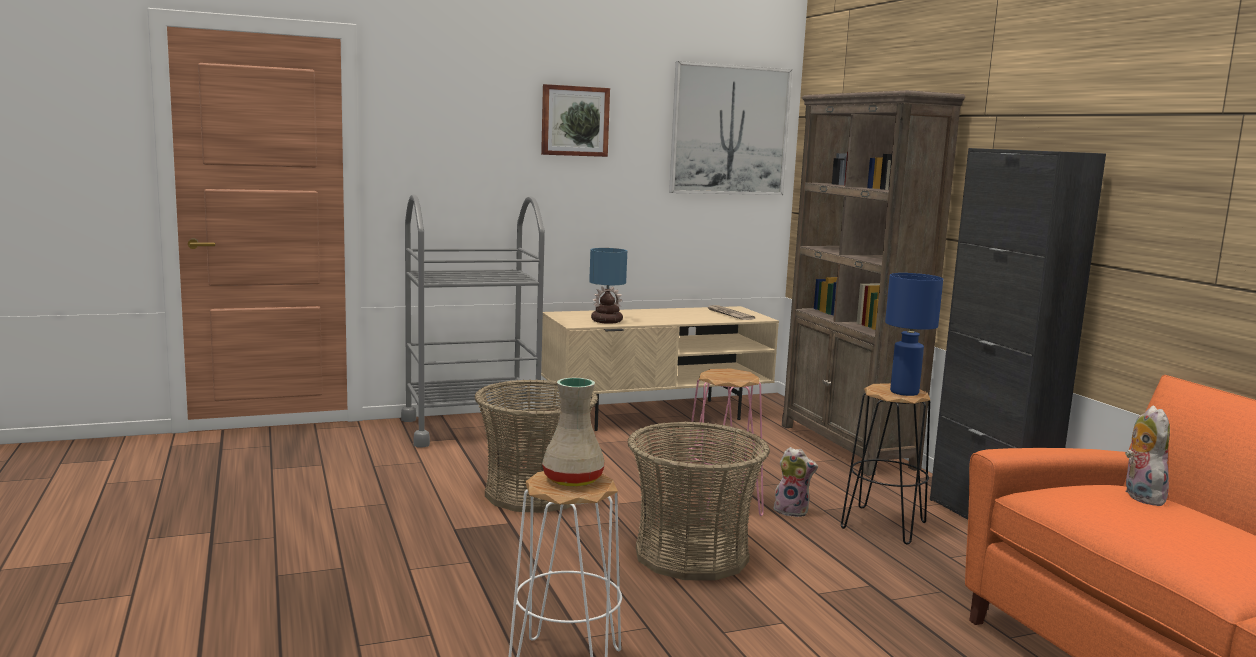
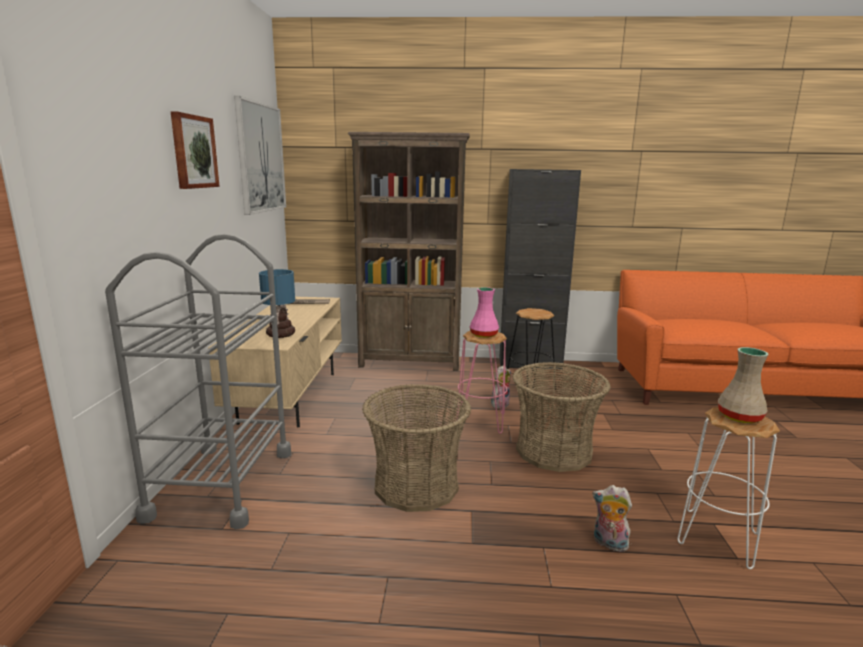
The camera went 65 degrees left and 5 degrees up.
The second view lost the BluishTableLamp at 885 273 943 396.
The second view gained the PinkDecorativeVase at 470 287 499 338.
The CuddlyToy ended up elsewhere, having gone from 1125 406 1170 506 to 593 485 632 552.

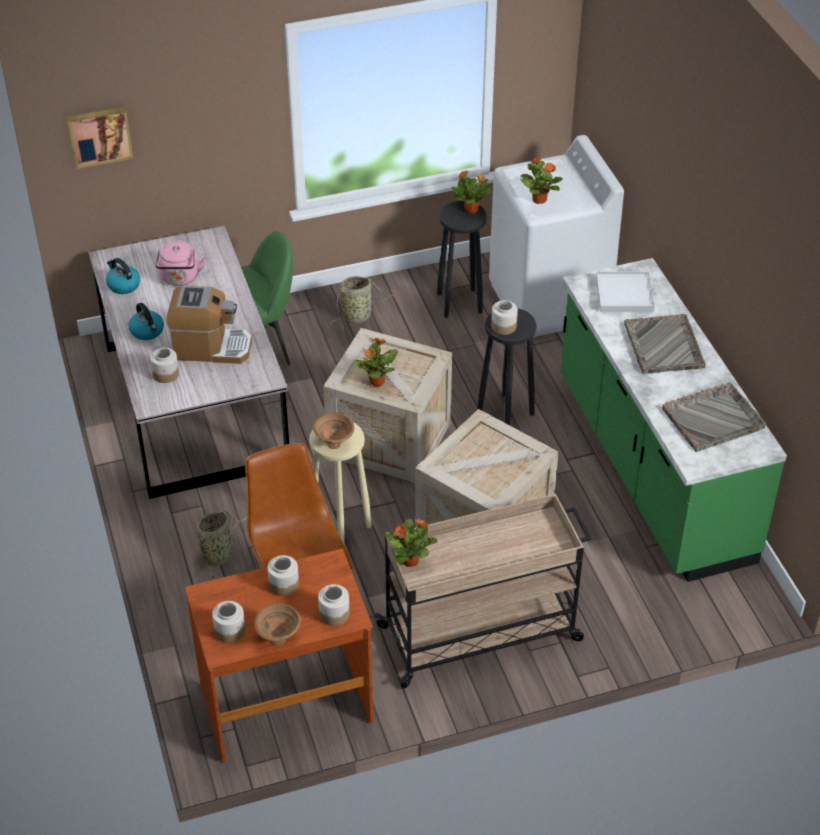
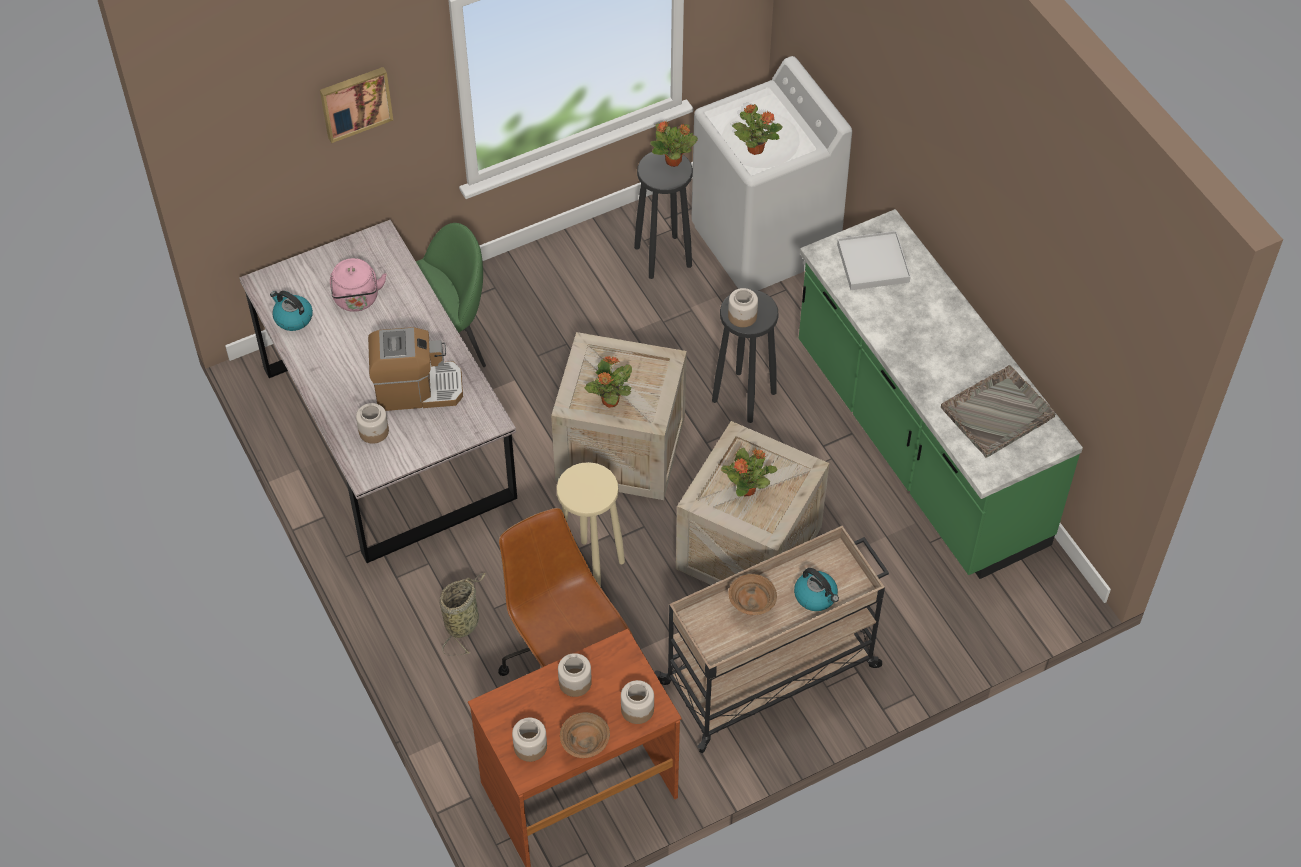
The camera went 10 degrees left and 10 degrees up.
The second view lost the StorageBasket at 330 276 394 330.
The second view lost the GrayTray at 624 314 706 374.
The WallPicture ended up elsewhere, having gone from 67 107 133 169 to 320 67 393 143.
The Kettle ended up elsewhere, having gone from 128 303 164 340 to 794 568 839 611.
The BrownishServingBowl ended up elsewhere, having gone from 313 413 354 449 to 728 574 777 615.
The PottedPlant ended up elsewhere, having gone from 384 519 437 567 to 721 448 777 497.

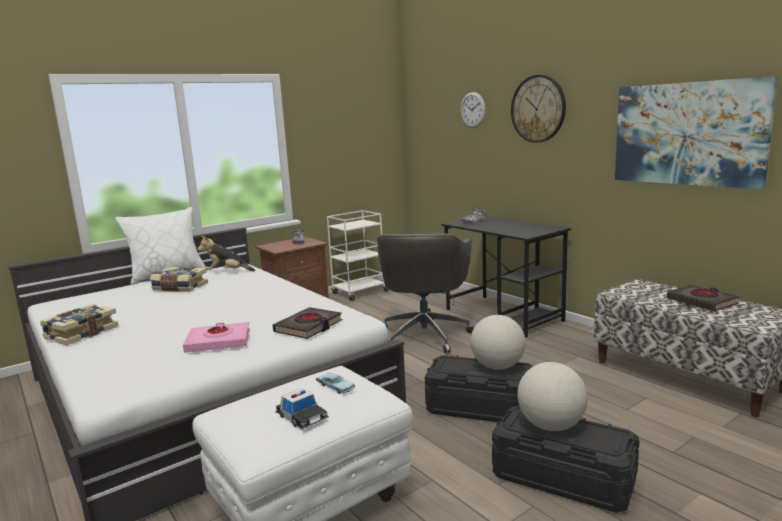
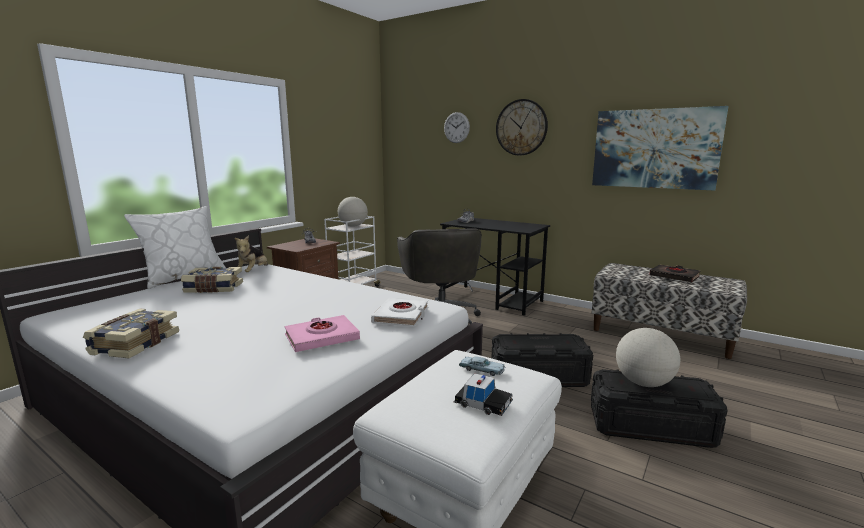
The camera went 20 degrees left and 0 degrees up.
The DeskGlobe ended up elsewhere, having gone from 470 315 526 370 to 338 197 368 227.
What was the BlackColouredBook at 273 307 342 339 turned into the WhitishBook at 371 298 429 327.
The CuddlyToy at 198 236 255 271 ended up facing another way, 60 degrees counterclockwise from before.

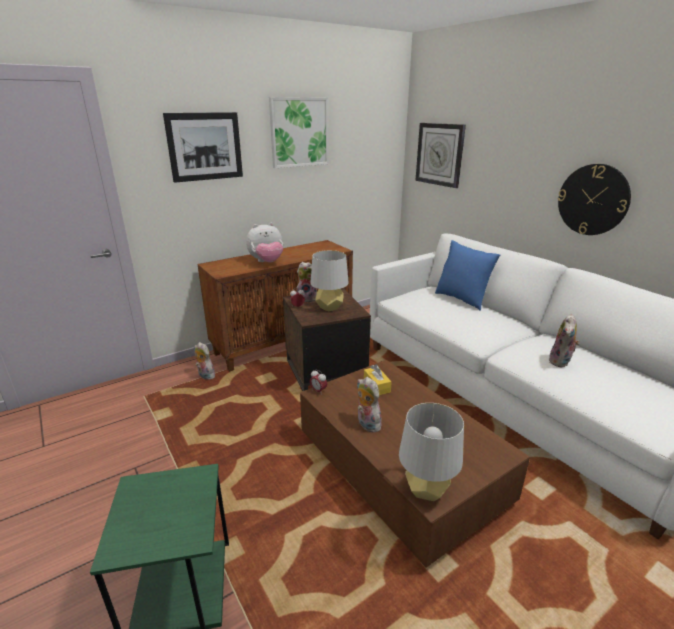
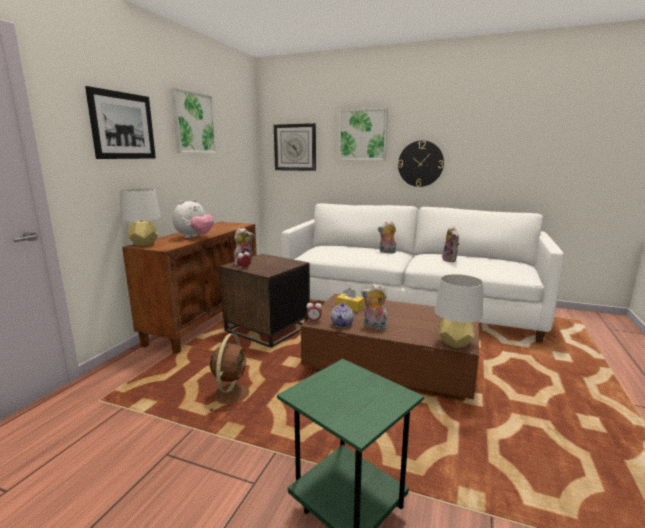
The camera went 35 degrees left and 10 degrees down.
The second view lost the BluishCushion at 435 240 500 311.
The second view gained the BrownishFan at 205 333 249 411.
The second view gained the PotForTea at 331 302 354 327.
The second view gained the WallPicture at 339 108 388 160.
The CuddlyToy ended up elsewhere, having gone from 194 342 215 380 to 378 221 396 253.
The GrayTableLamp ended up elsewhere, having gone from 310 250 349 311 to 120 189 161 246.

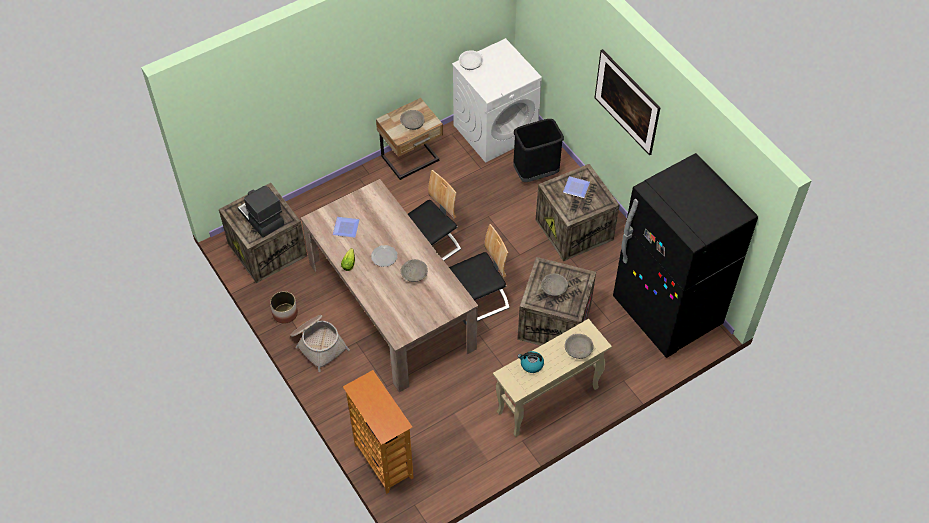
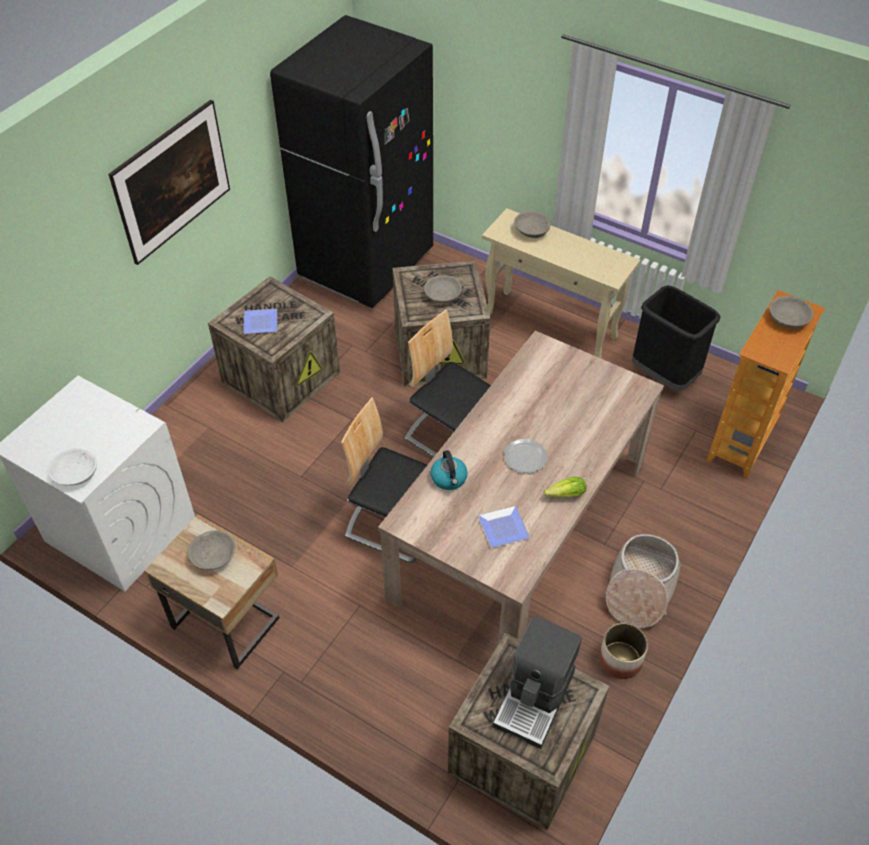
The camera went 115 degrees left and 5 degrees down.
The GrayServingBowl ended up elsewhere, having gone from 400 259 428 282 to 769 296 813 328.
The BlackColouredWasteBin ended up elsewhere, having gone from 513 119 564 182 to 632 285 720 391.
The Kettle ended up elsewhere, having gone from 518 351 544 373 to 430 450 468 490.

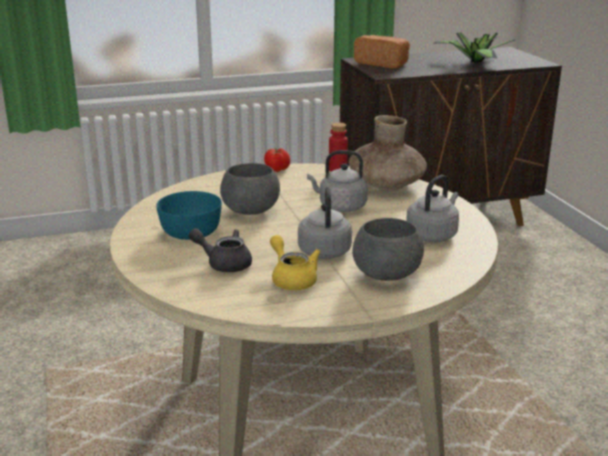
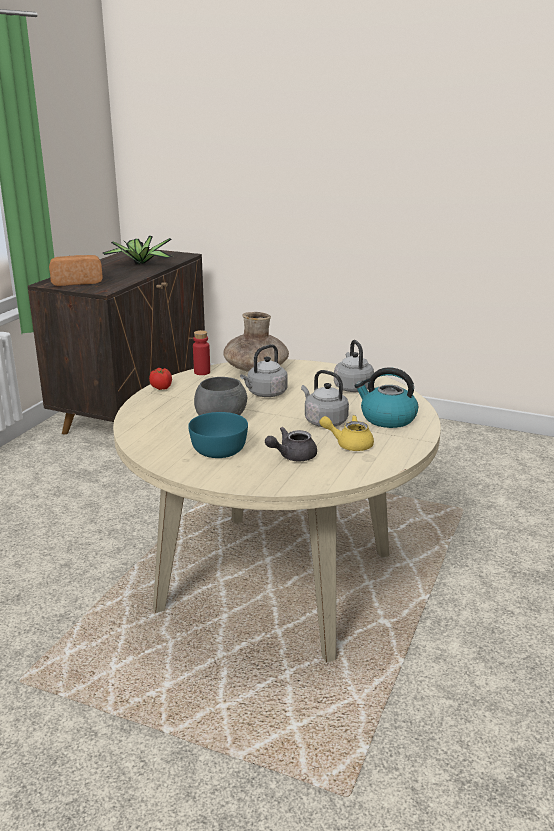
The camera went 50 degrees left and 0 degrees up.
Where the GrayServingBowl stood at 352 218 424 281, the Kettle came to stand at 354 367 418 428.

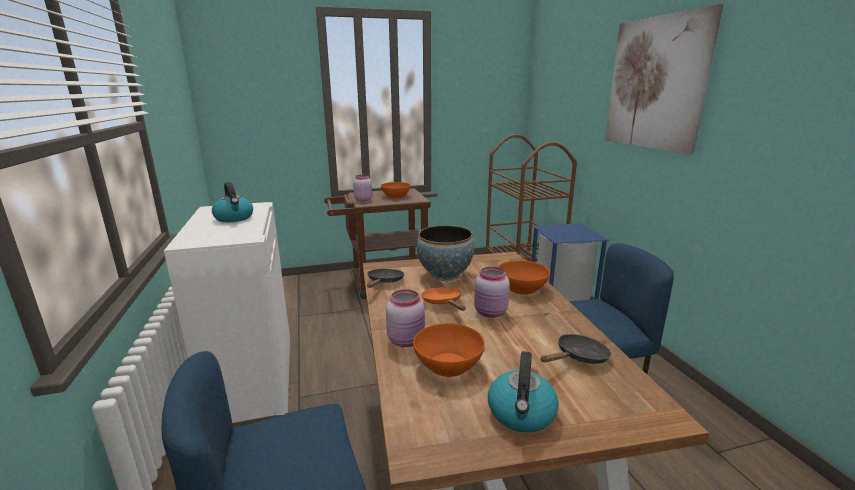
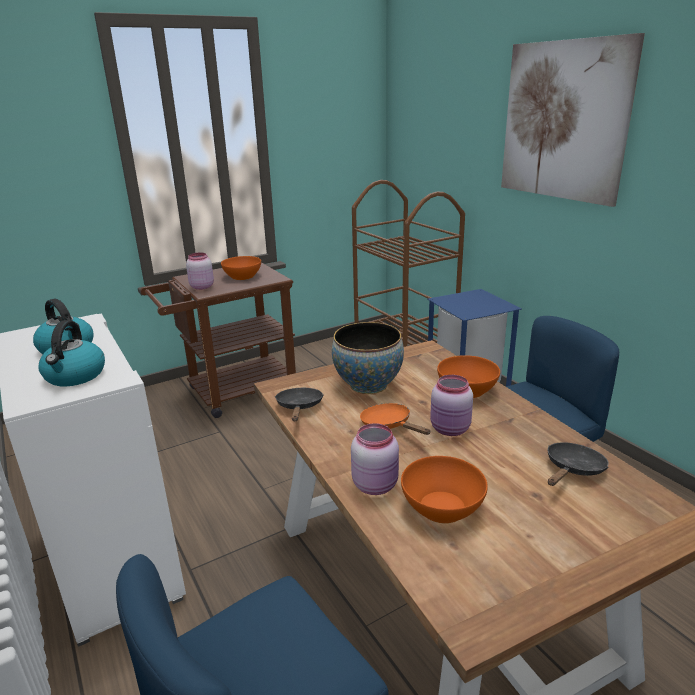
The camera went 15 degrees left and 5 degrees up.
The Kettle ended up elsewhere, having gone from 488 351 559 433 to 38 320 105 387.

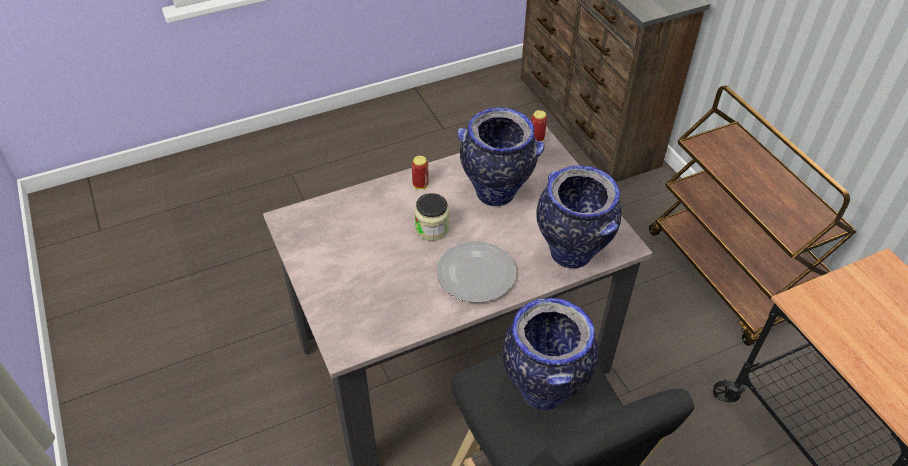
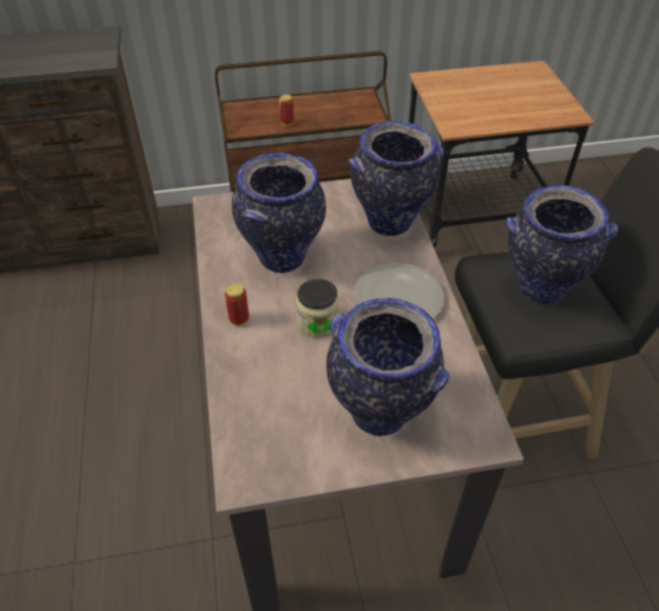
The camera went 75 degrees left and 0 degrees up.
The second view gained the DecorativeVase at 326 298 450 436.
The Can ended up elsewhere, having gone from 531 110 547 141 to 279 94 294 126.

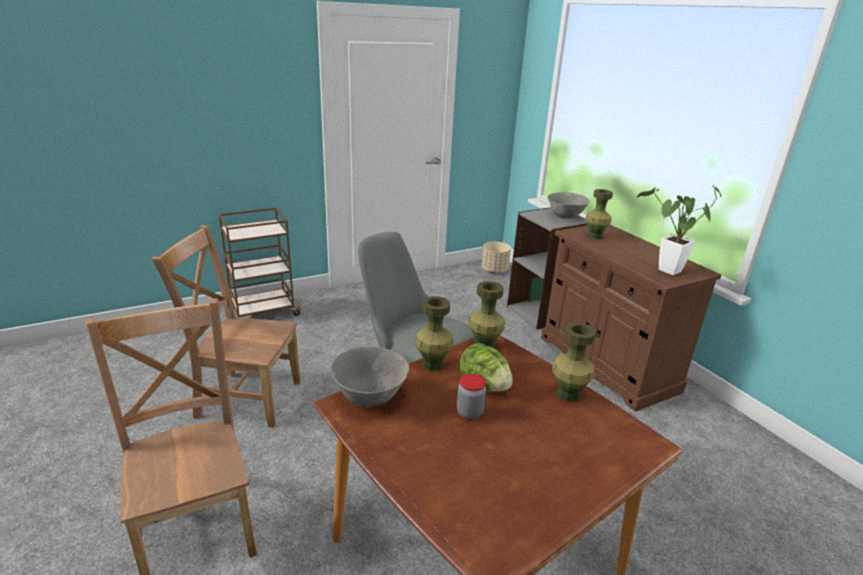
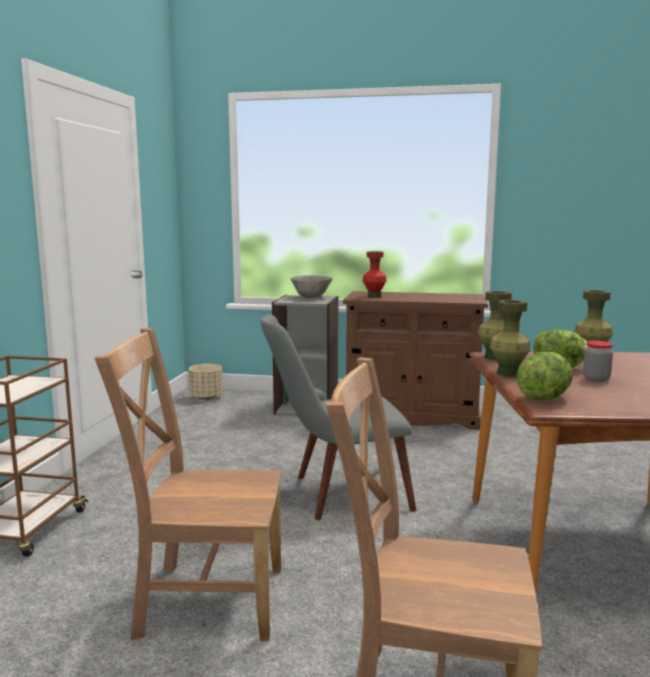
The camera went 50 degrees left and 15 degrees down.
The second view lost the PottedPlant at 636 185 722 275.
Where the GrayServingBowl stood at 330 346 409 407, the LettuceHead came to stand at 516 352 573 400.
What was the GreenDecorativeVase at 585 189 613 239 turned into the ReddishDecorativeVase at 363 251 387 298.
The BrownishChair at 152 225 300 428 ended up facing another way, 45 degrees clockwise from before.

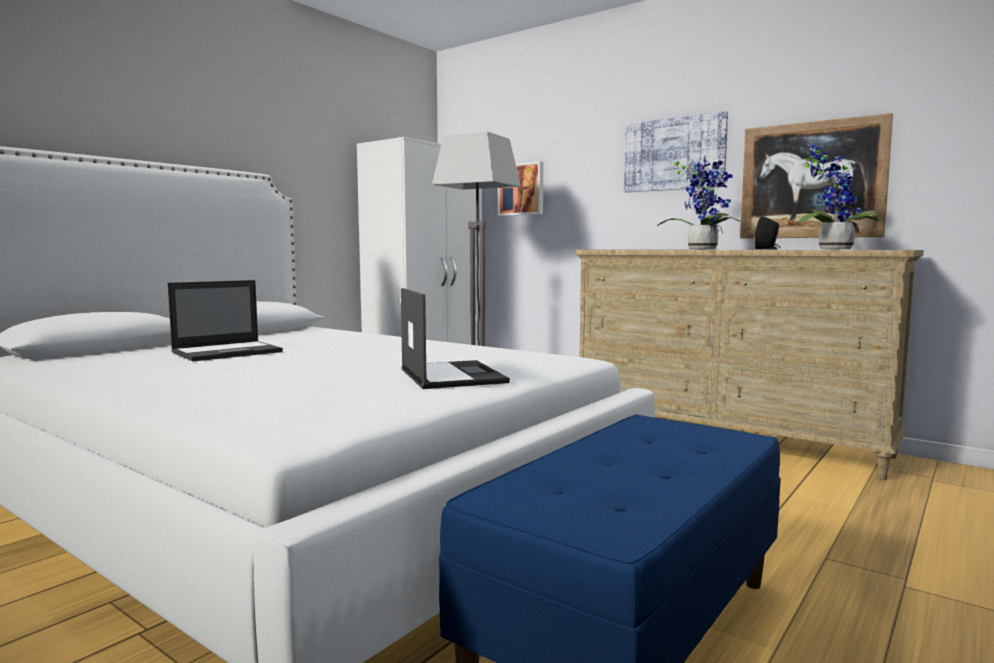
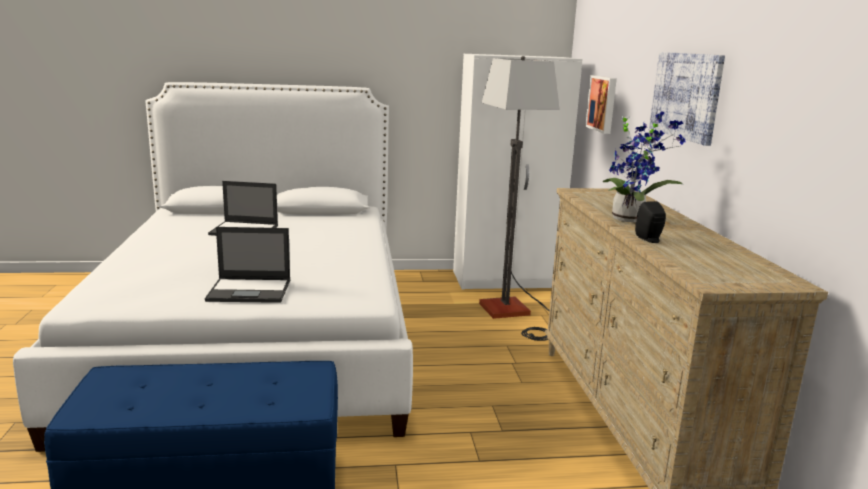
The camera went 45 degrees right and 10 degrees up.
The second view lost the WallPicture at 740 113 893 239.
The second view lost the PottedPlant at 799 145 879 250.
The PortableComputer at 401 288 510 389 ended up facing another way, 60 degrees clockwise from before.

